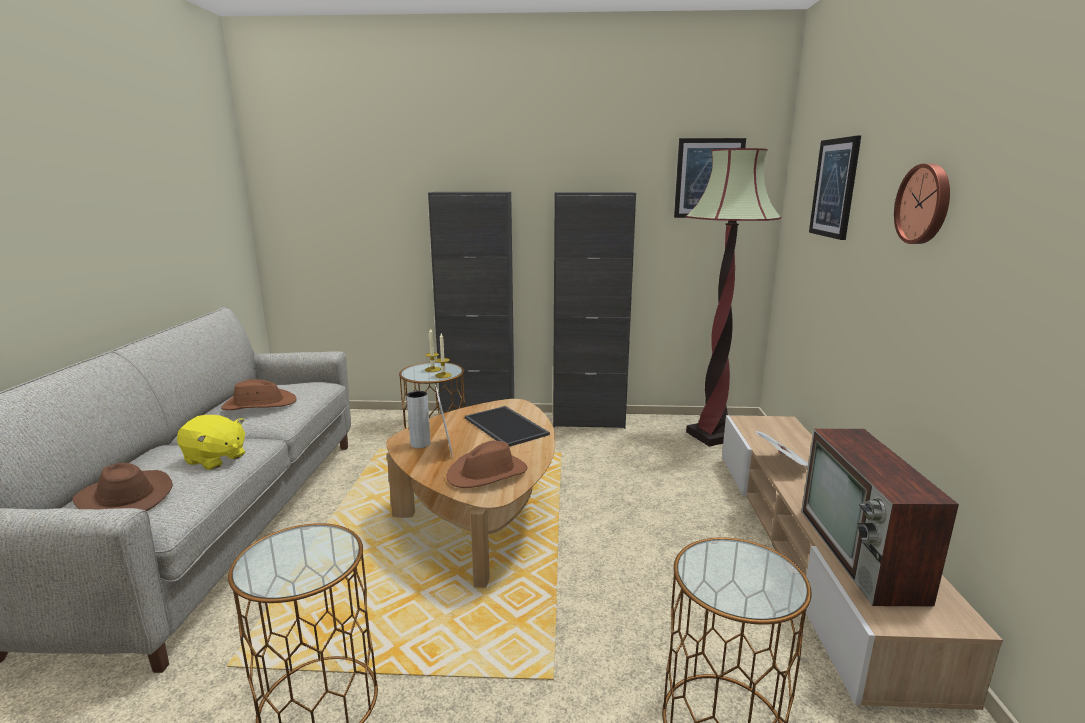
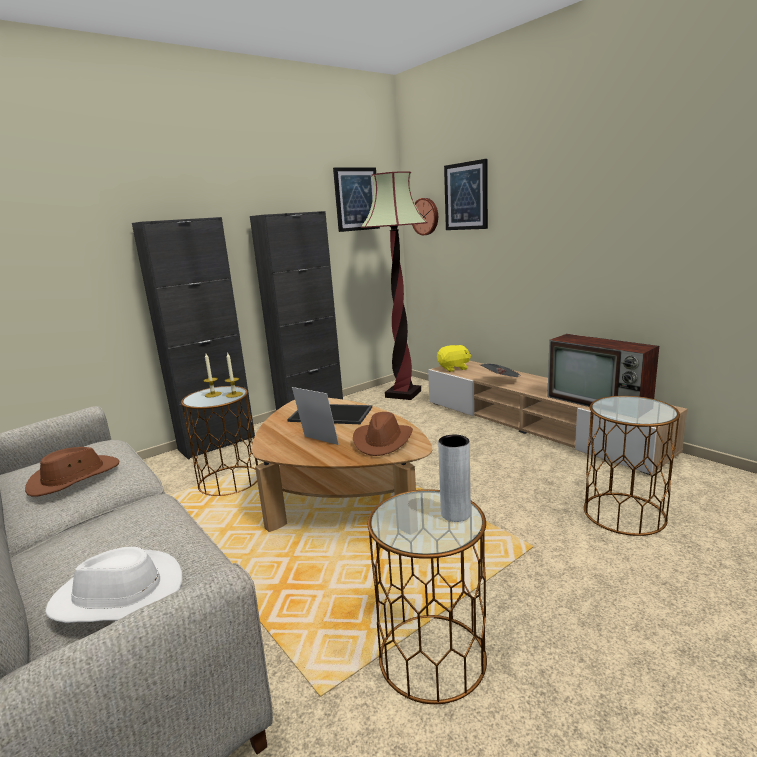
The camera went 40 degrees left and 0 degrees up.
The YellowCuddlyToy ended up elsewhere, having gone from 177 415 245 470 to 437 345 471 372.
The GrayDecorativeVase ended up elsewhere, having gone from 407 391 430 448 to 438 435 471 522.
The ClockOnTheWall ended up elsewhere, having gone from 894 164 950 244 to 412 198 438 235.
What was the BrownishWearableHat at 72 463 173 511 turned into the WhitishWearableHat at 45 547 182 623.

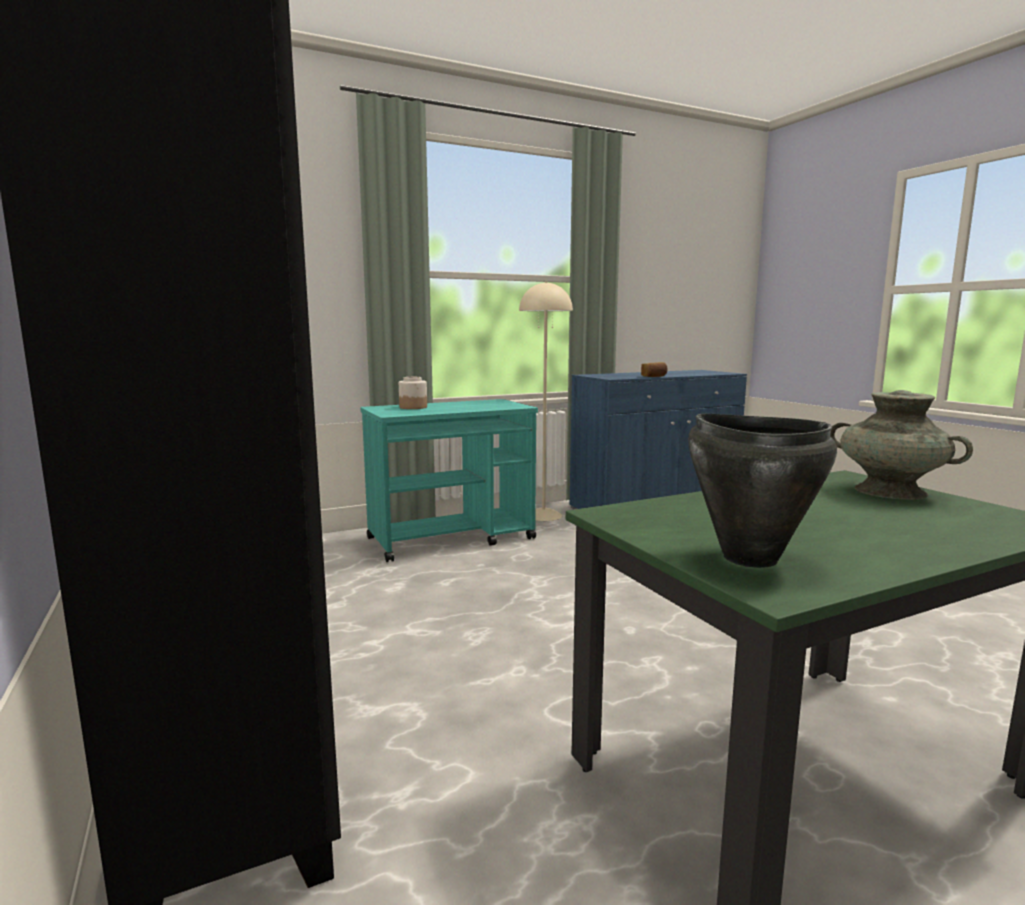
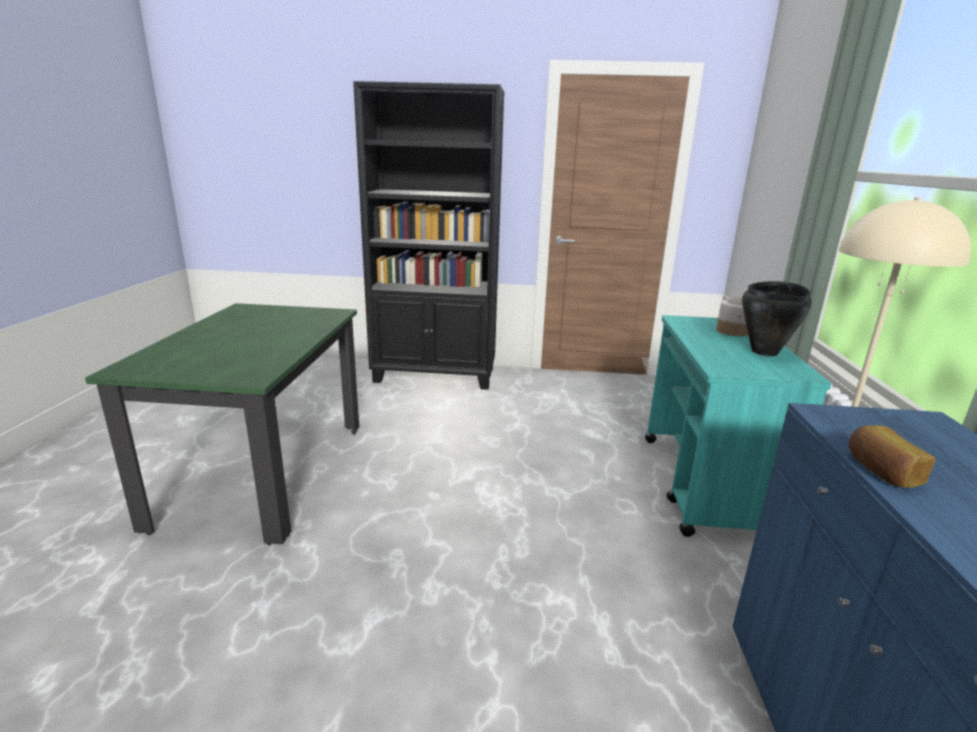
The camera went 120 degrees right and 10 degrees up.
The second view lost the TurquoiseDecorativeVase at 830 390 973 500.
The BlackColouredCookingPot ended up elsewhere, having gone from 688 414 837 568 to 742 281 812 356.

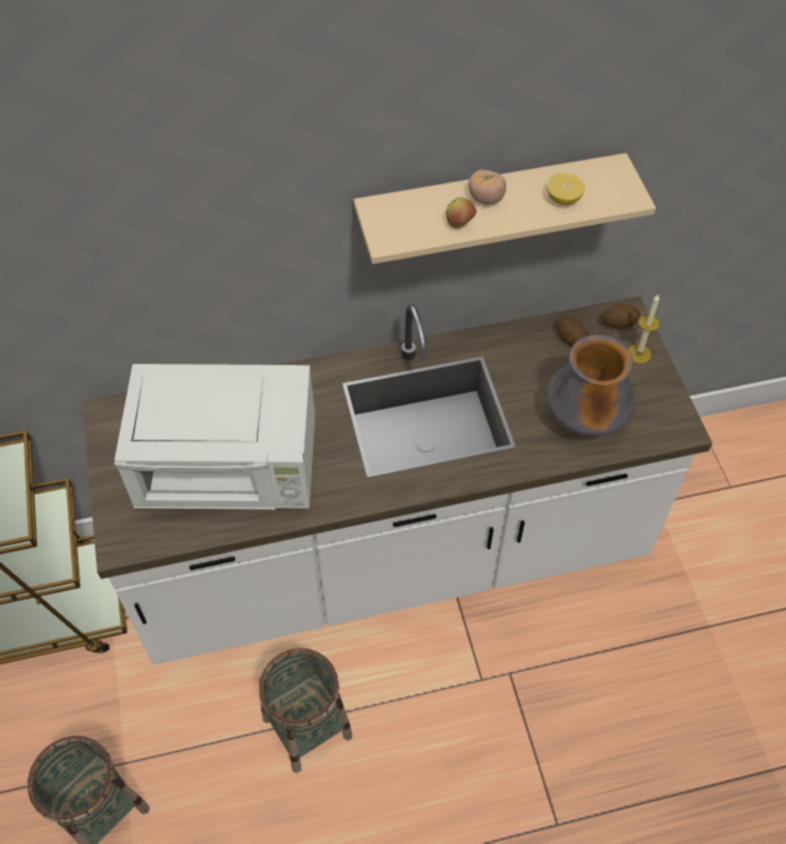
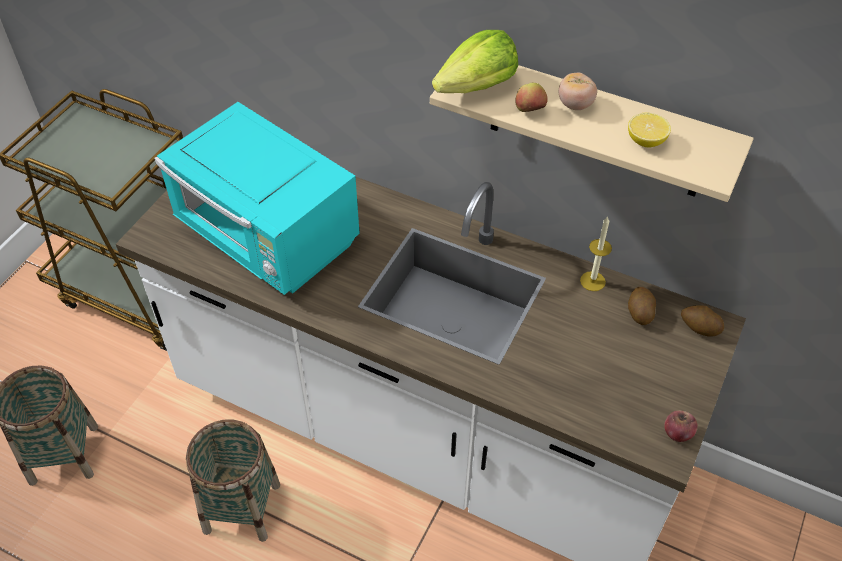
The camera went 40 degrees right and 5 degrees down.
The second view lost the DecorativeVase at 547 335 636 436.
The second view gained the LettuceHead at 432 30 518 93.
The second view gained the AppleFruit at 664 411 698 442.
The Candle ended up elsewhere, having gone from 628 295 660 363 to 580 216 612 291.
What was the WhitishMicrowave at 114 364 315 509 turned into the TurquoiseMicrowave at 155 102 360 295.

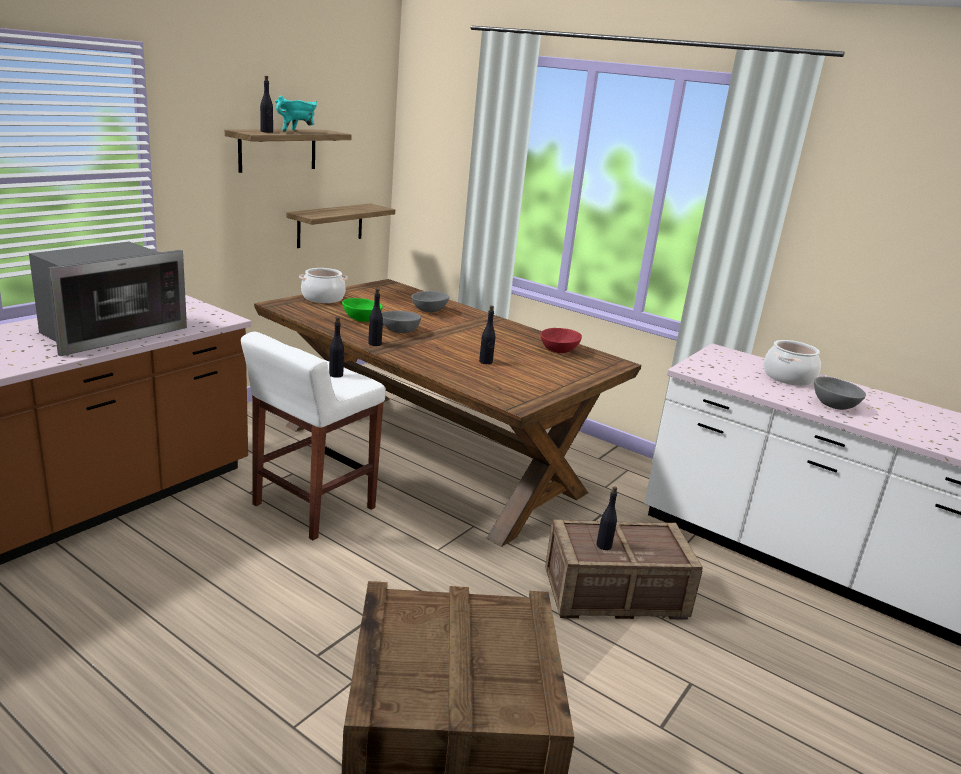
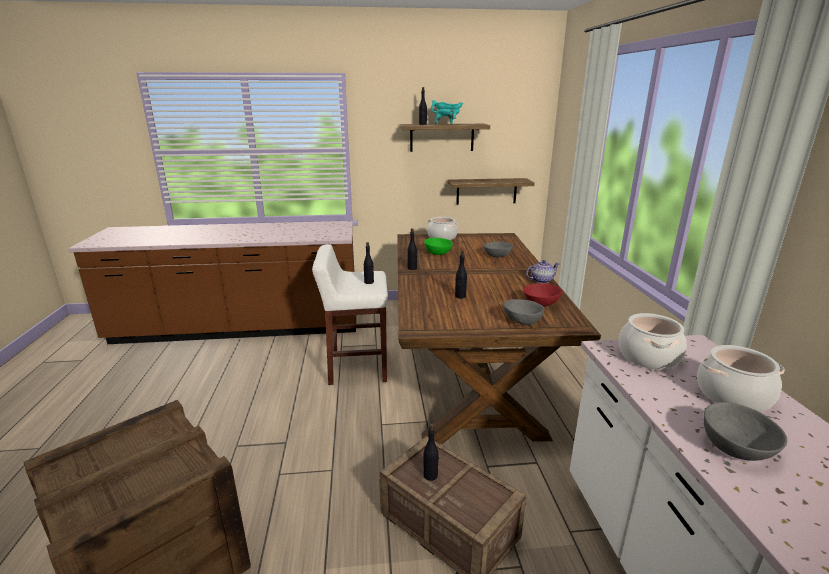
The camera went 50 degrees right and 0 degrees up.
The second view lost the Microwave at 29 242 187 356.
The second view gained the PotForTea at 526 260 560 283.
The second view gained the CookingPot at 619 313 687 370.
The GrayServingBowl ended up elsewhere, having gone from 382 311 421 333 to 503 299 544 325.

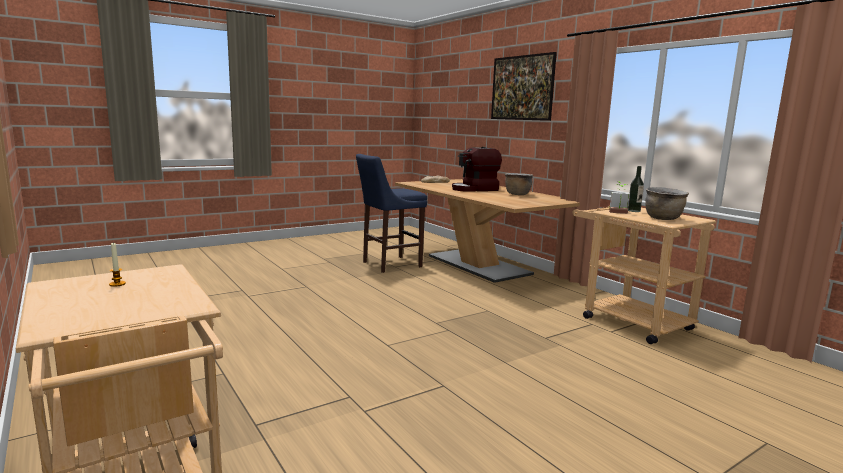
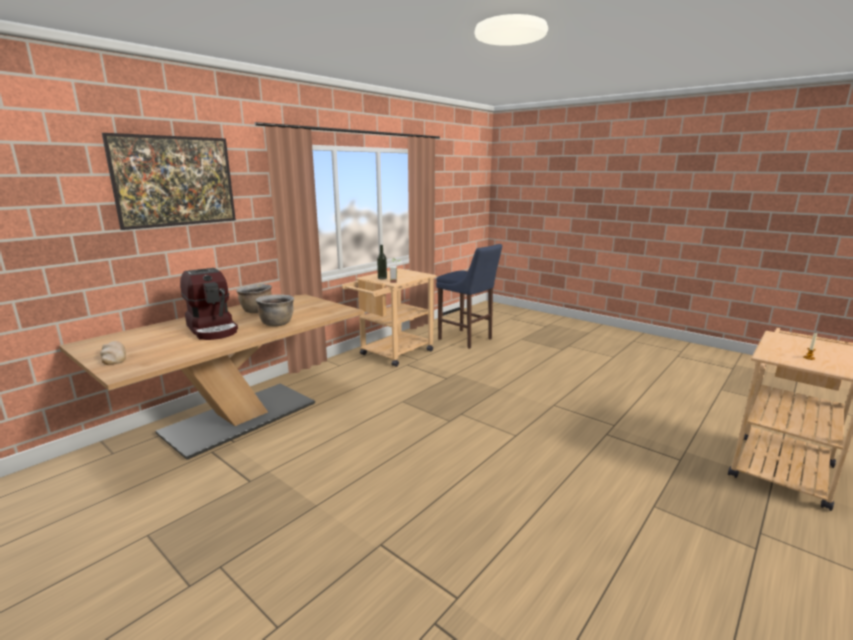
The camera went 105 degrees left and 5 degrees up.
The BluishStoolSeat ended up elsewhere, having gone from 356 154 427 273 to 436 244 502 349.
The BrownishCookingPot ended up elsewhere, having gone from 645 187 689 220 to 256 294 294 327.

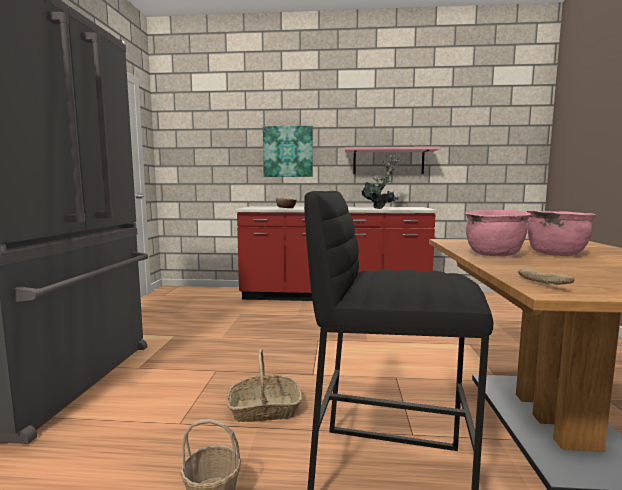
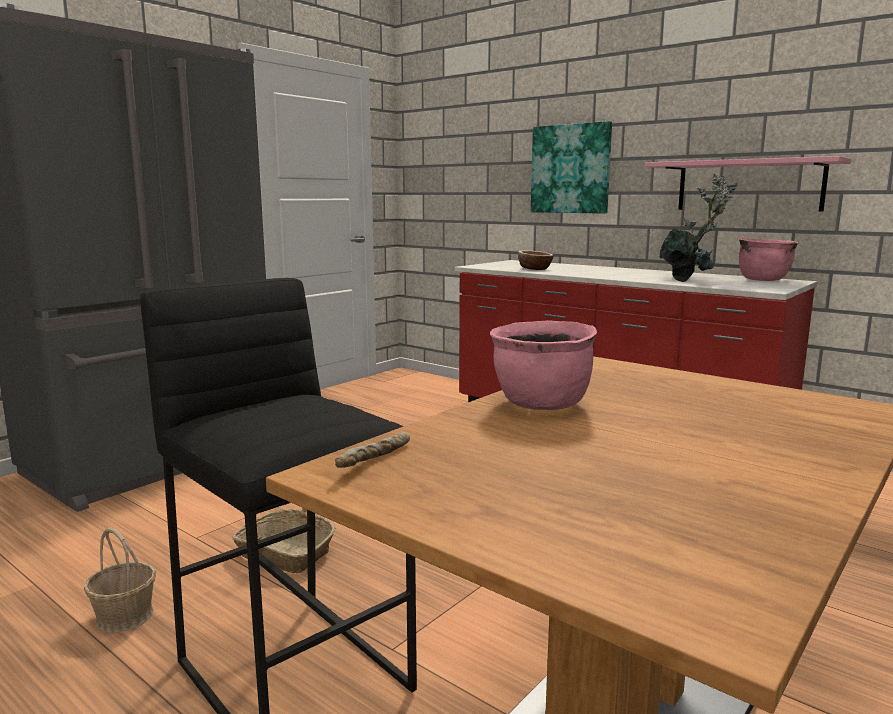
The camera went 35 degrees right and 5 degrees up.
The PinkCookingPot ended up elsewhere, having gone from 527 210 596 256 to 739 238 798 281.

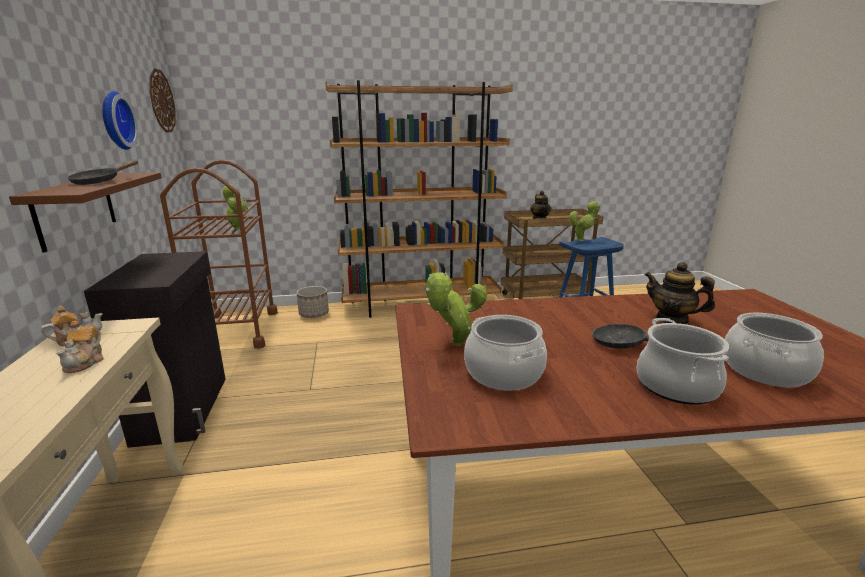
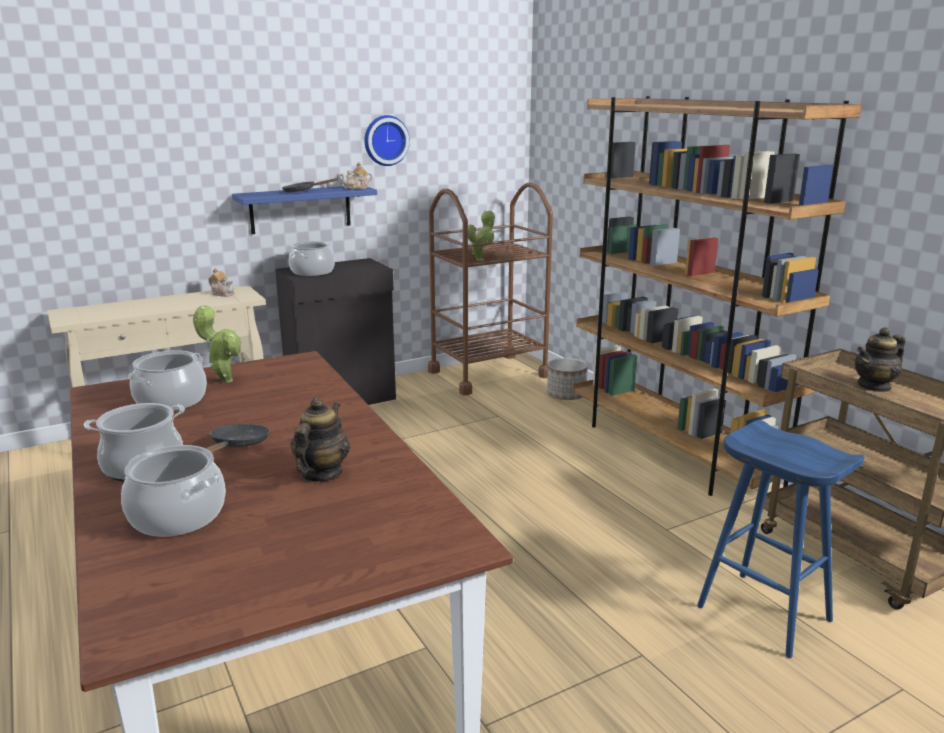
The camera went 70 degrees right and 0 degrees up.
The second view lost the ClockOnTheWall at 149 68 176 133.
The second view lost the PottedPlant at 569 200 600 241.
The second view gained the CookingPot at 289 241 335 276.
The PotForTea ended up elsewhere, having gone from 56 321 104 373 to 340 162 372 189.
What was the BrownishShelf at 9 172 162 253 turned into the BluishShelf at 232 186 377 234.

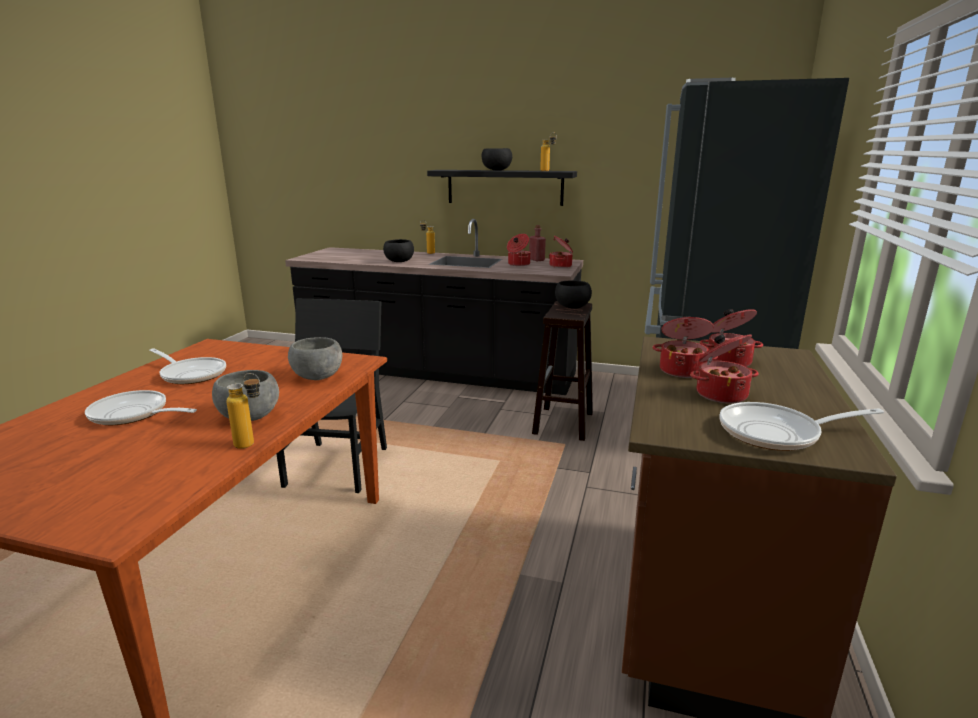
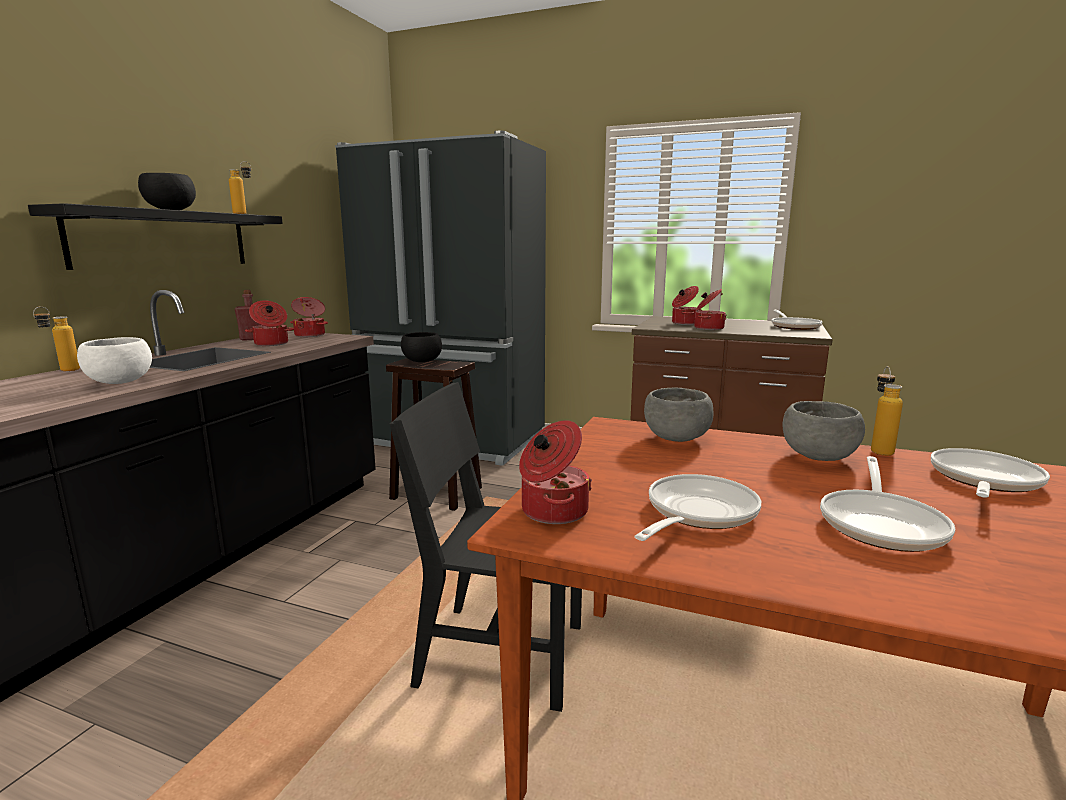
The camera went 85 degrees left and 5 degrees down.
The second view gained the Pan at 931 448 1050 498.
The CookingPot ended up elsewhere, having gone from 690 334 759 403 to 519 420 592 524.
What was the BlackColouredServingBowl at 383 239 414 262 turned into the WhitishServingBowl at 77 337 152 384.

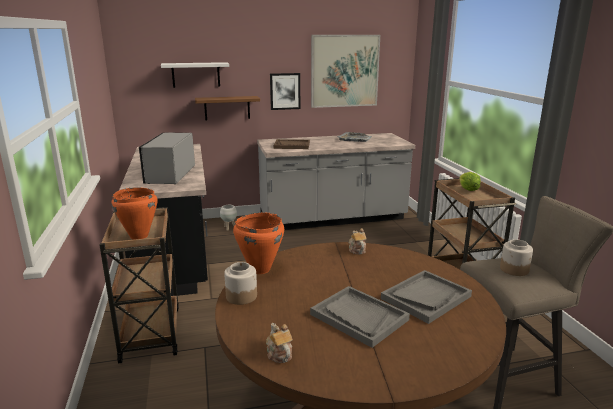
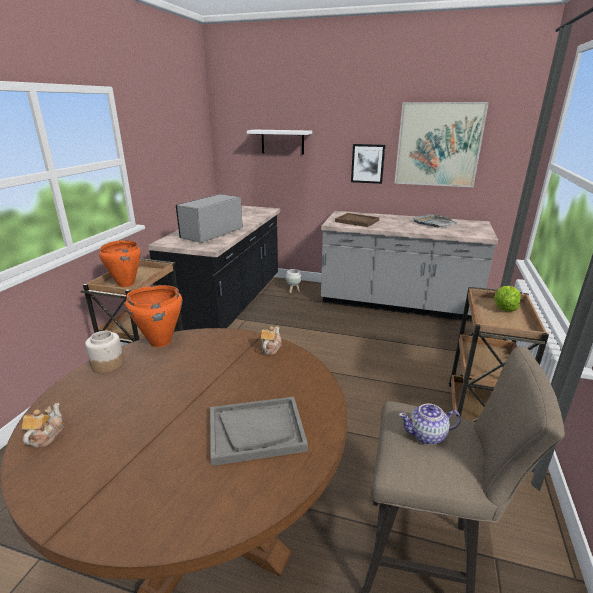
The camera went 30 degrees right and 5 degrees up.
The second view lost the BrownishShelf at 195 96 260 121.
The second view lost the GrayTray at 310 286 410 348.
Where the StorageJar stood at 500 239 533 276, the PotForTea came to stand at 399 403 461 445.

